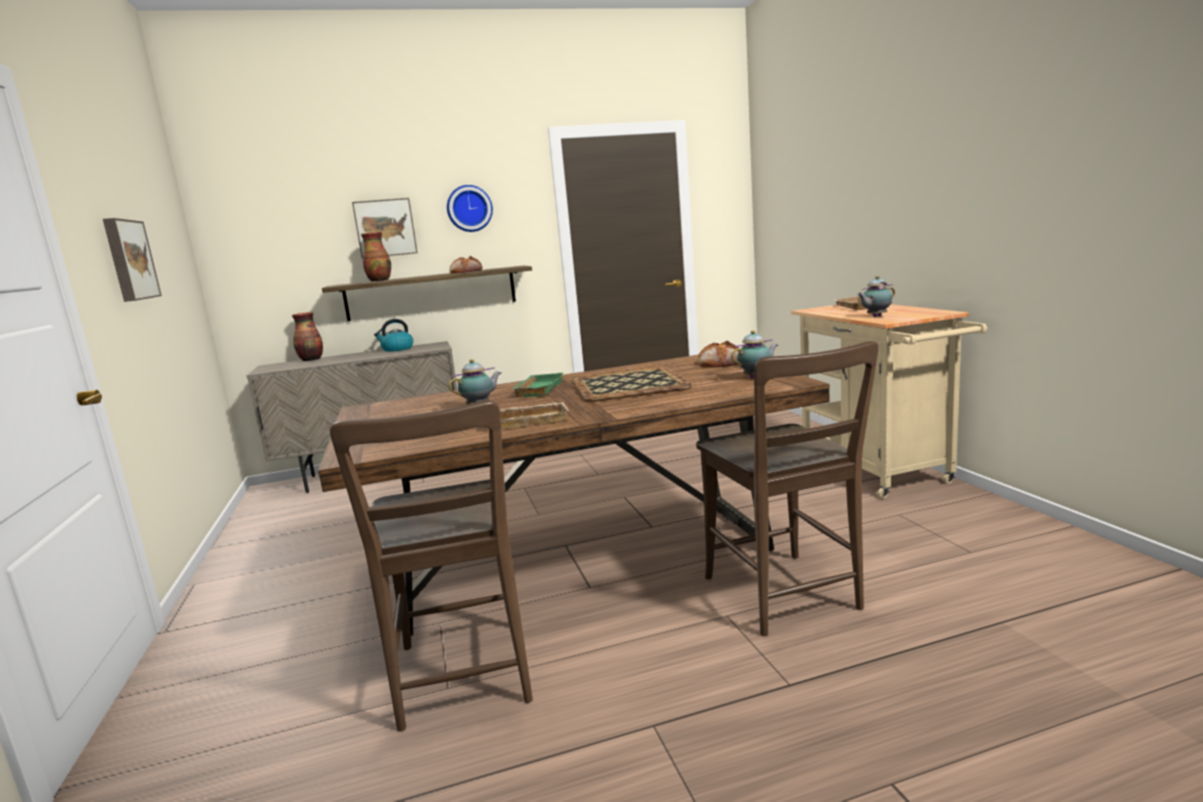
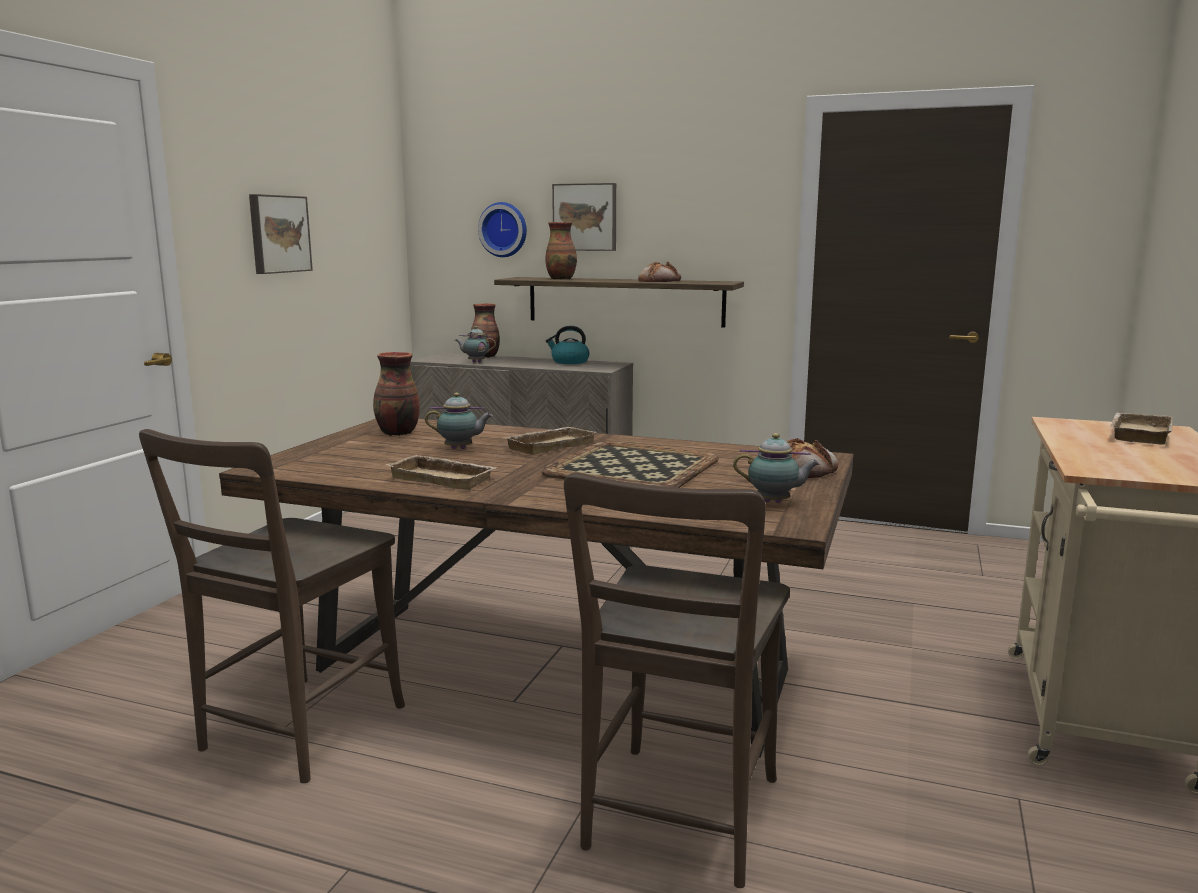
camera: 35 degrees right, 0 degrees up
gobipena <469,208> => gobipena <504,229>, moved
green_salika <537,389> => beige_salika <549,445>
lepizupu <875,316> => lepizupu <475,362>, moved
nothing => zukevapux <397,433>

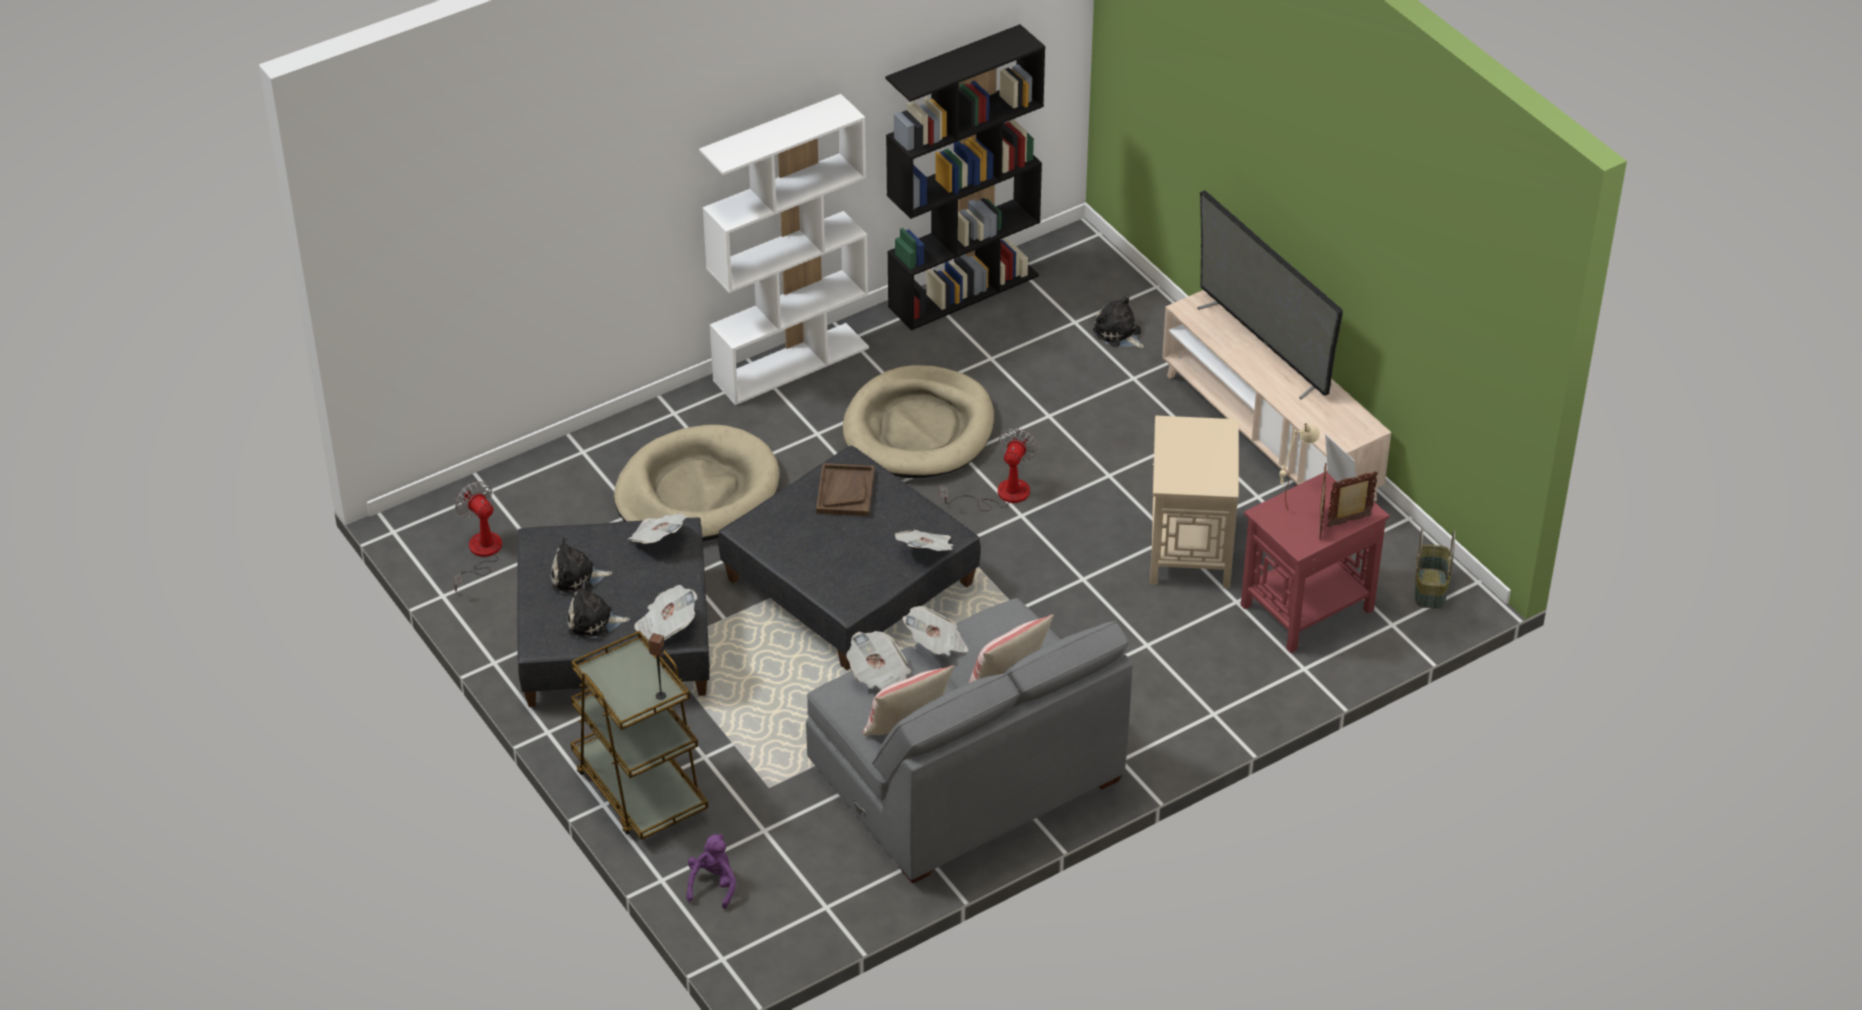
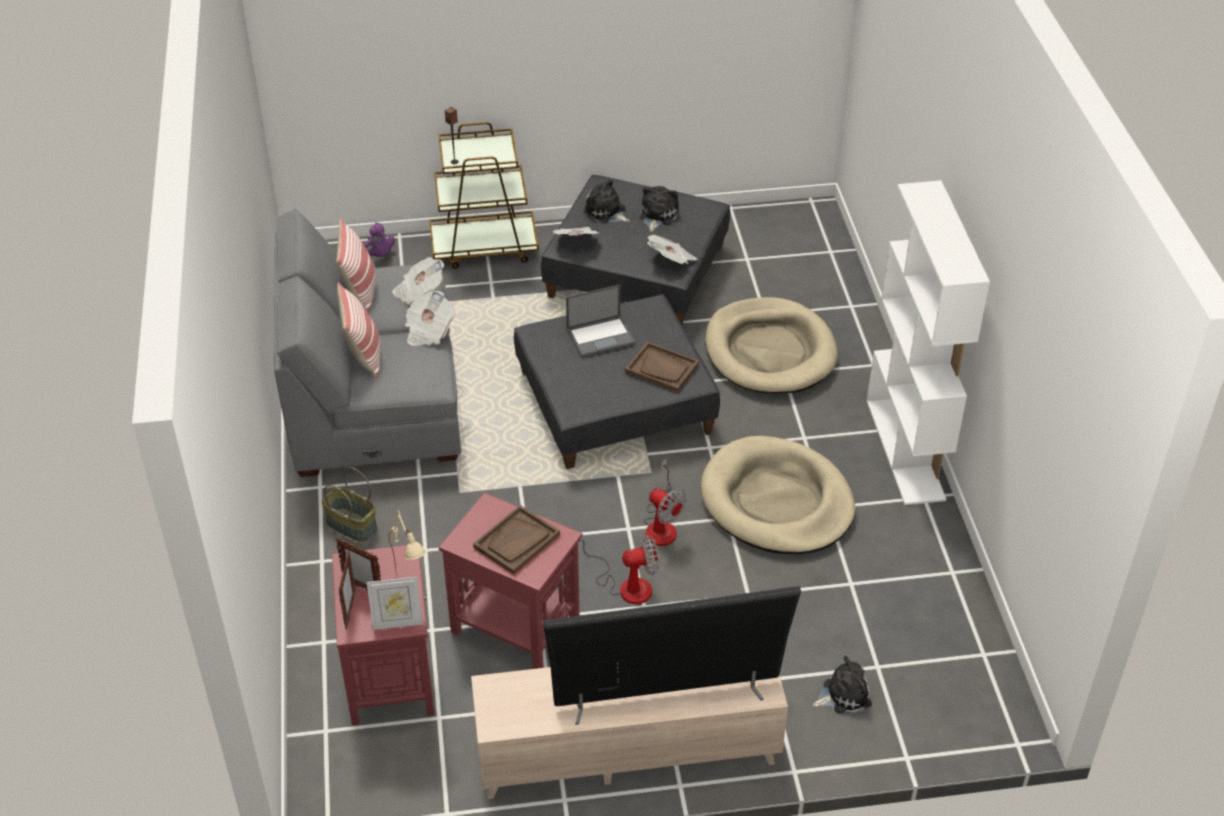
camera: 115 degrees right, 0 degrees up
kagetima <480,554> => kagetima <626,585>, moved
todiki <593,622> => todiki <606,212>, 75 degrees counterclockwise
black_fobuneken <964,290> => nothing
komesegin <926,551> => nothing
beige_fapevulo <1189,549> => red_fapevulo <516,624>
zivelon <1431,589> => zivelon <351,525>, moved
nothing => brown_salika <517,541>
nothing => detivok <601,336>

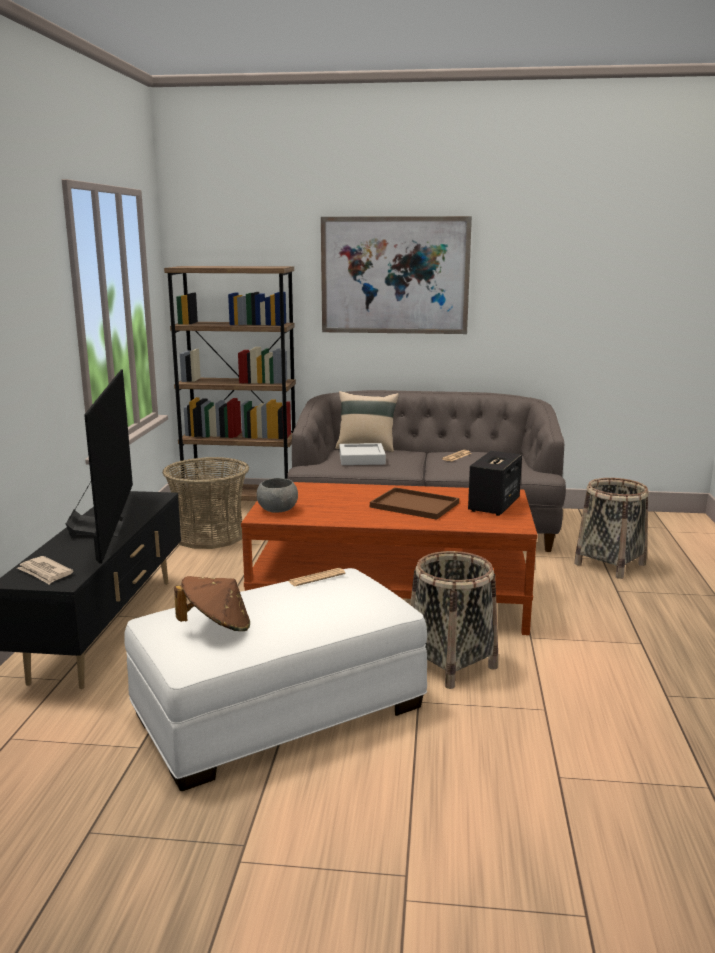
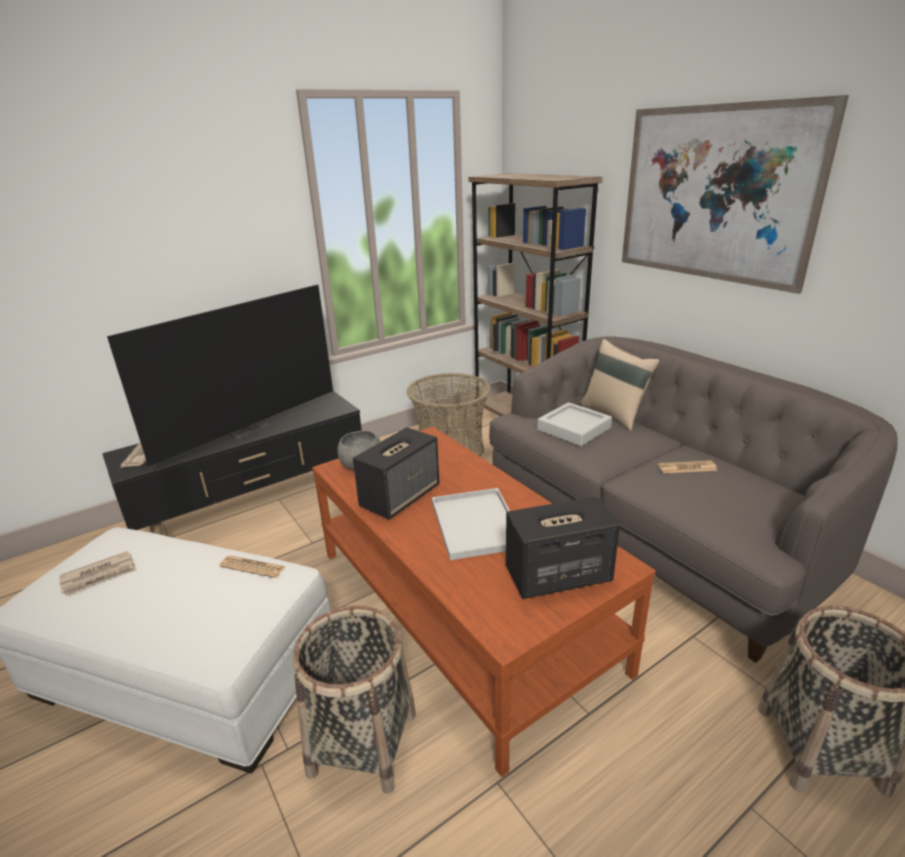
camera: 50 degrees right, 10 degrees up
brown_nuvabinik <216,627> => komesegin <99,576>
brown_salika <412,505> => white_salika <474,523>
nothing => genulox <400,496>

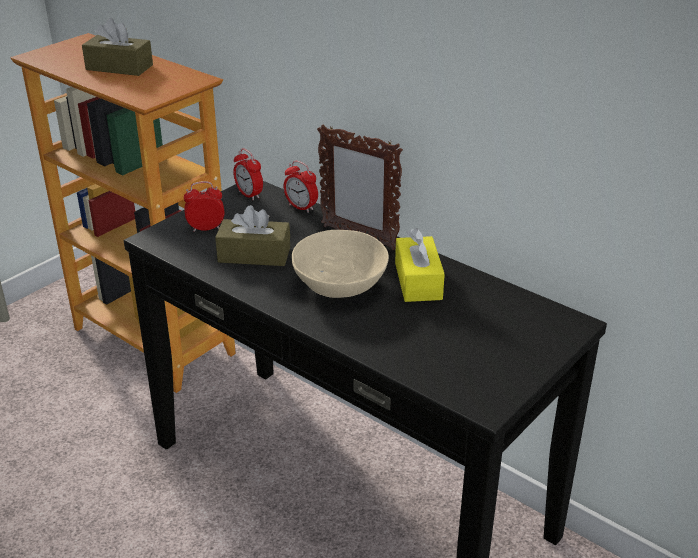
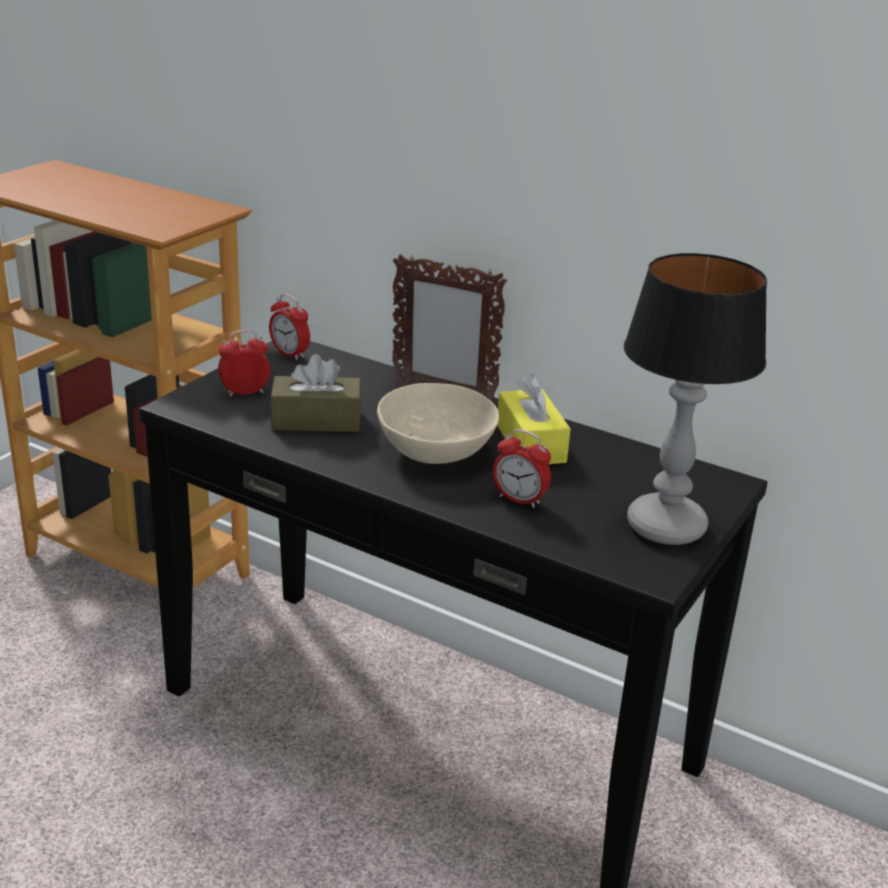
camera: 10 degrees left, 5 degrees down
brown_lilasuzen <119,67> => nothing
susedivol <301,207> => susedivol <519,500>, moved
nothing => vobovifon <667,527>

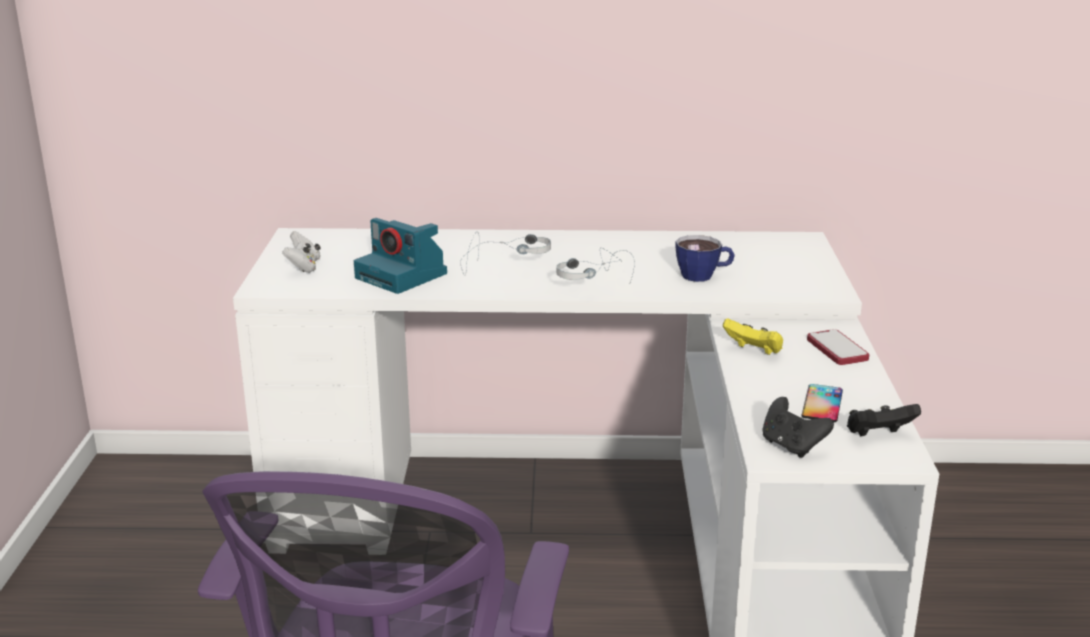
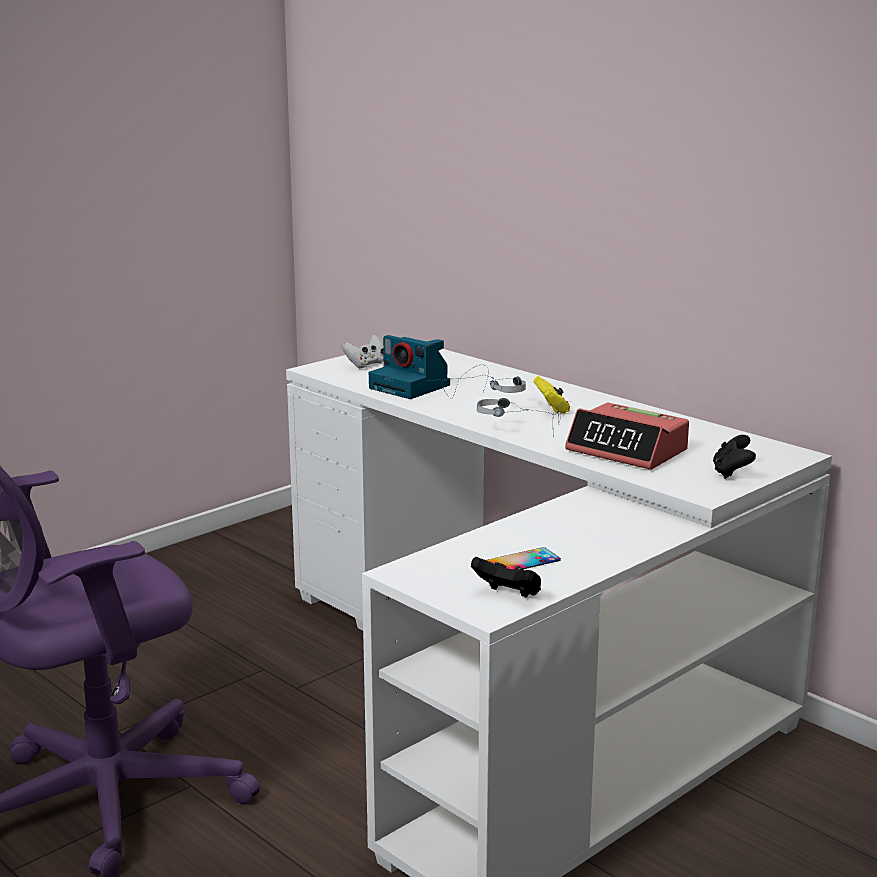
camera: 45 degrees right, 5 degrees down
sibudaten <403,276> => sibudaten <411,387>, 45 degrees counterclockwise
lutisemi <704,276> => susedivol <627,451>
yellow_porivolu <754,351> => yellow_porivolu <552,409>, moved
black_porivolu <791,446> => black_porivolu <732,473>, moved
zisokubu <837,349> => nothing

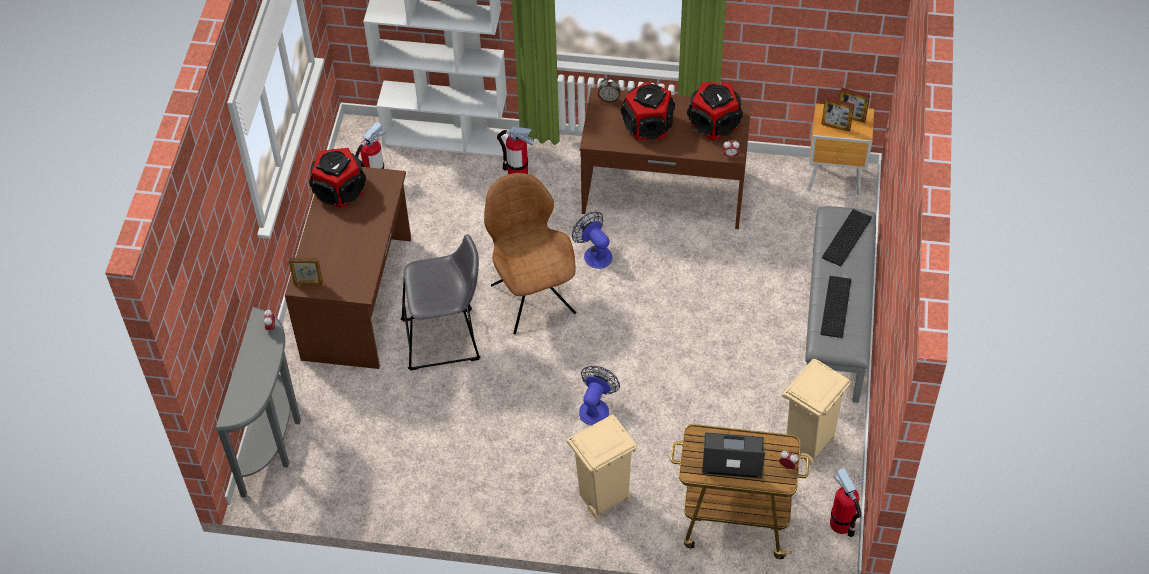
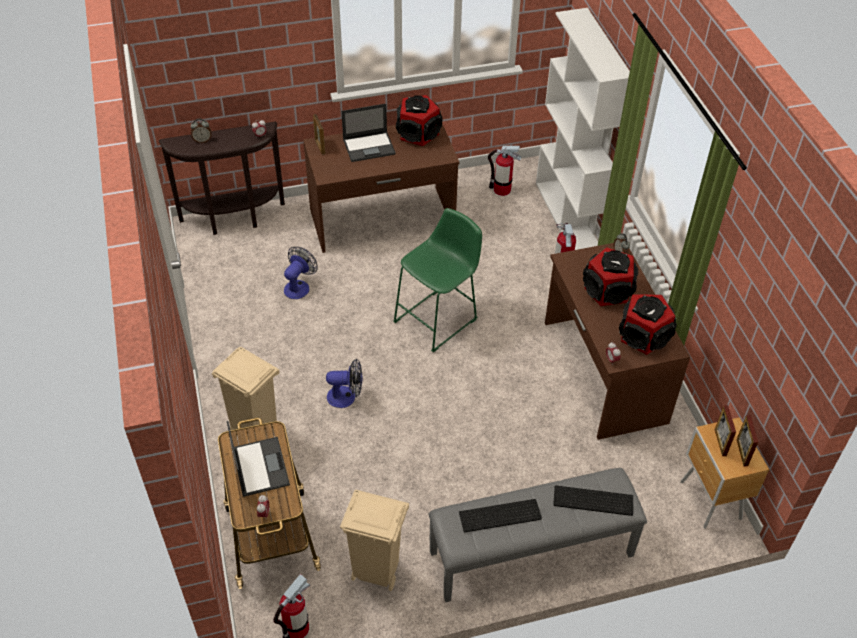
camera: 65 degrees right, 5 degrees down
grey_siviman <275,440> => brown_siviman <234,220>
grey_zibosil <446,339> => nothing
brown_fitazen <532,296> => green_zibosil <439,318>
kagetima <594,253> => kagetima <299,286>, moved
nothing => susedivol <202,140>
nothing => detivok <369,146>

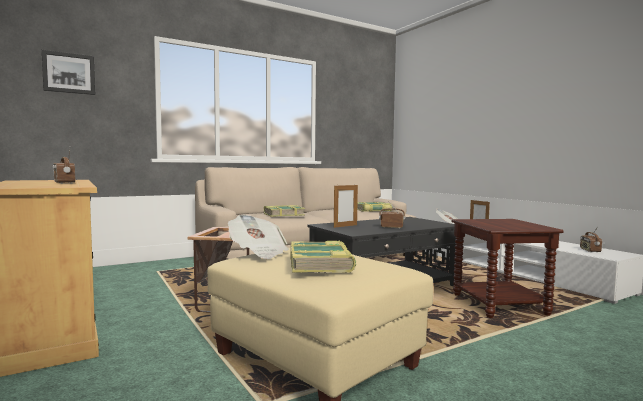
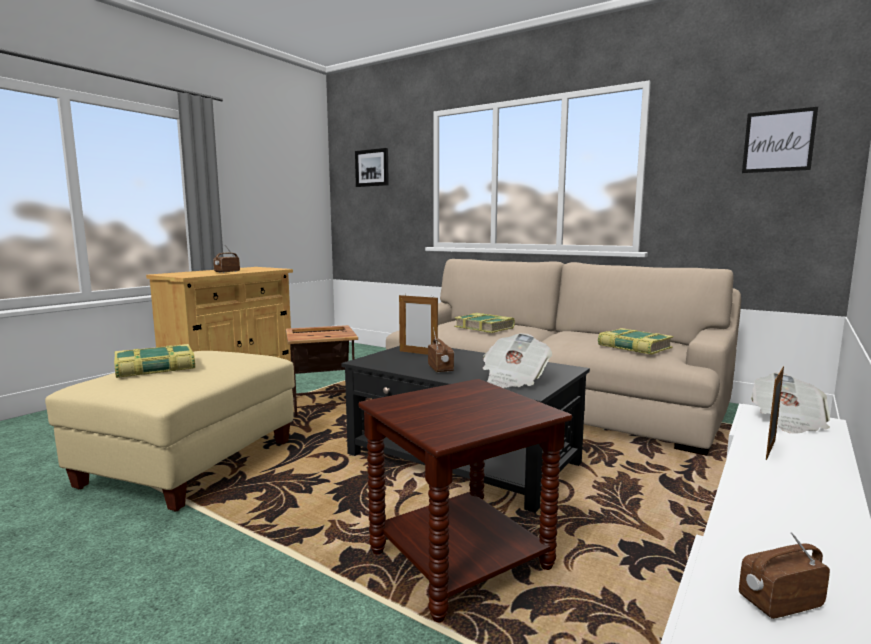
camera: 65 degrees right, 5 degrees up
komesegin <258,252> => komesegin <513,380>, moved
nothing => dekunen <778,141>

